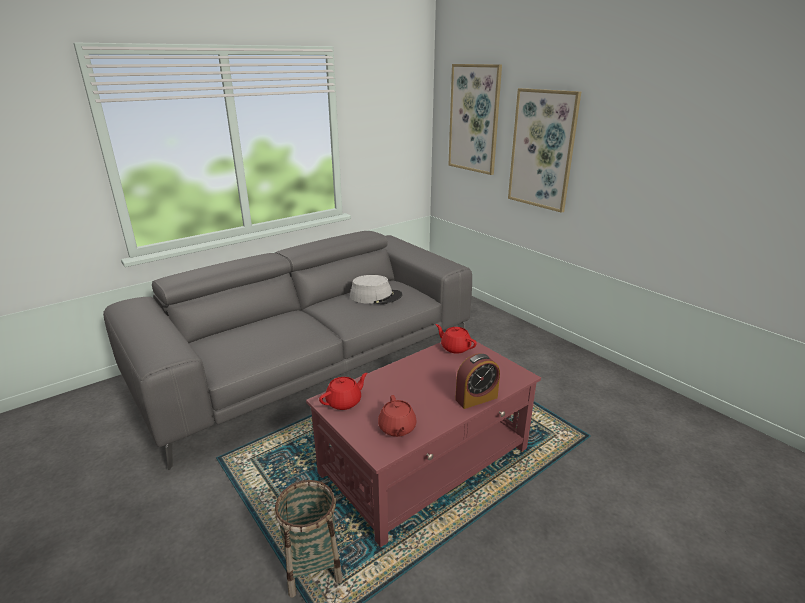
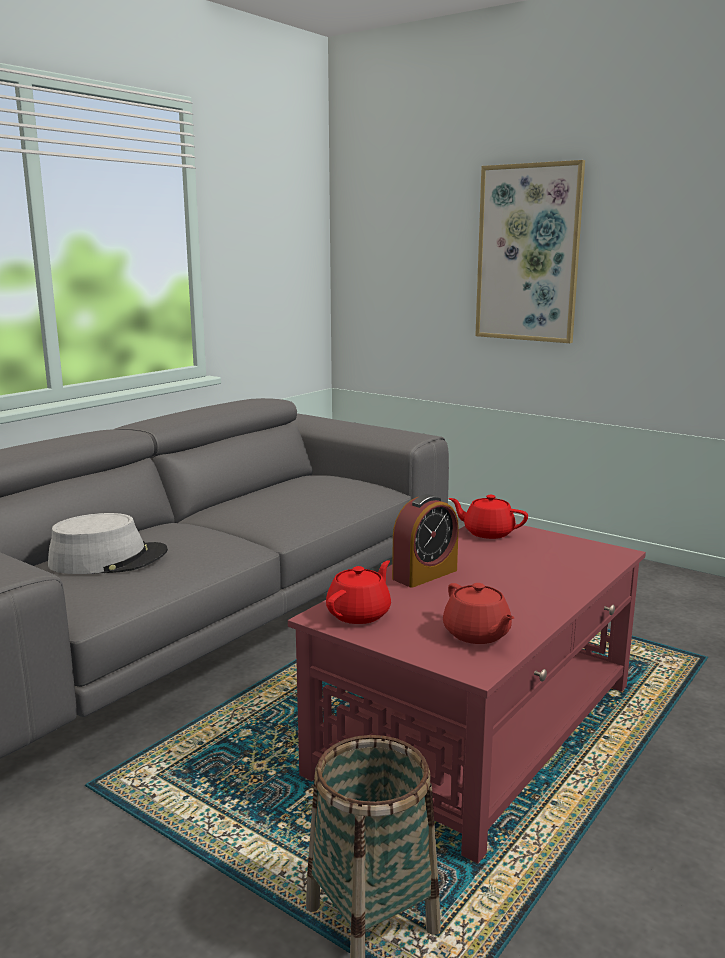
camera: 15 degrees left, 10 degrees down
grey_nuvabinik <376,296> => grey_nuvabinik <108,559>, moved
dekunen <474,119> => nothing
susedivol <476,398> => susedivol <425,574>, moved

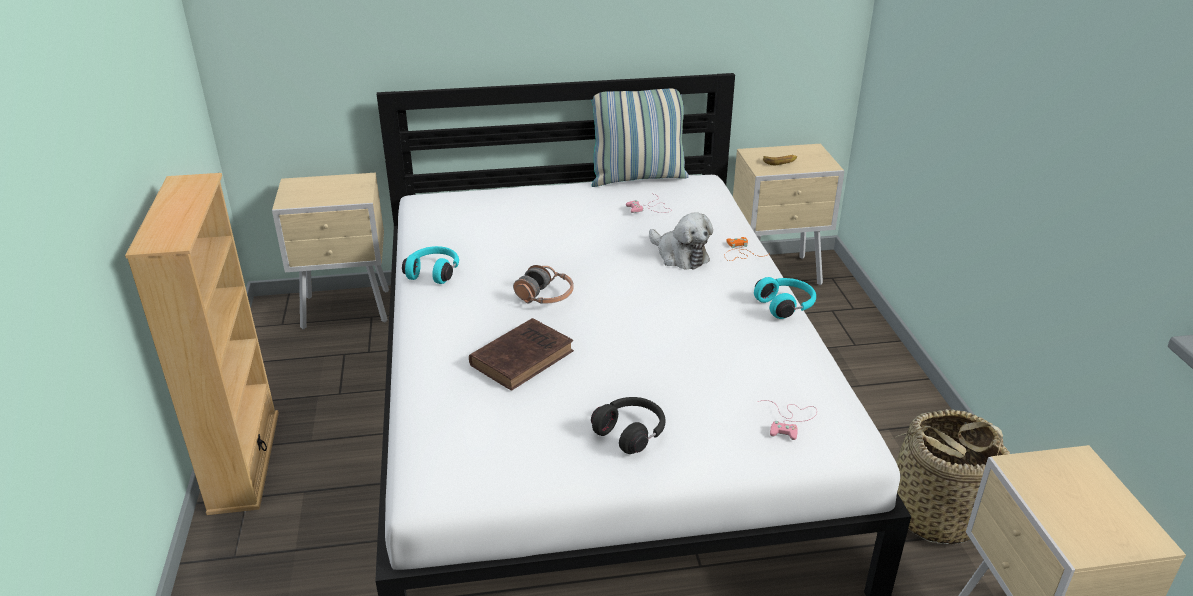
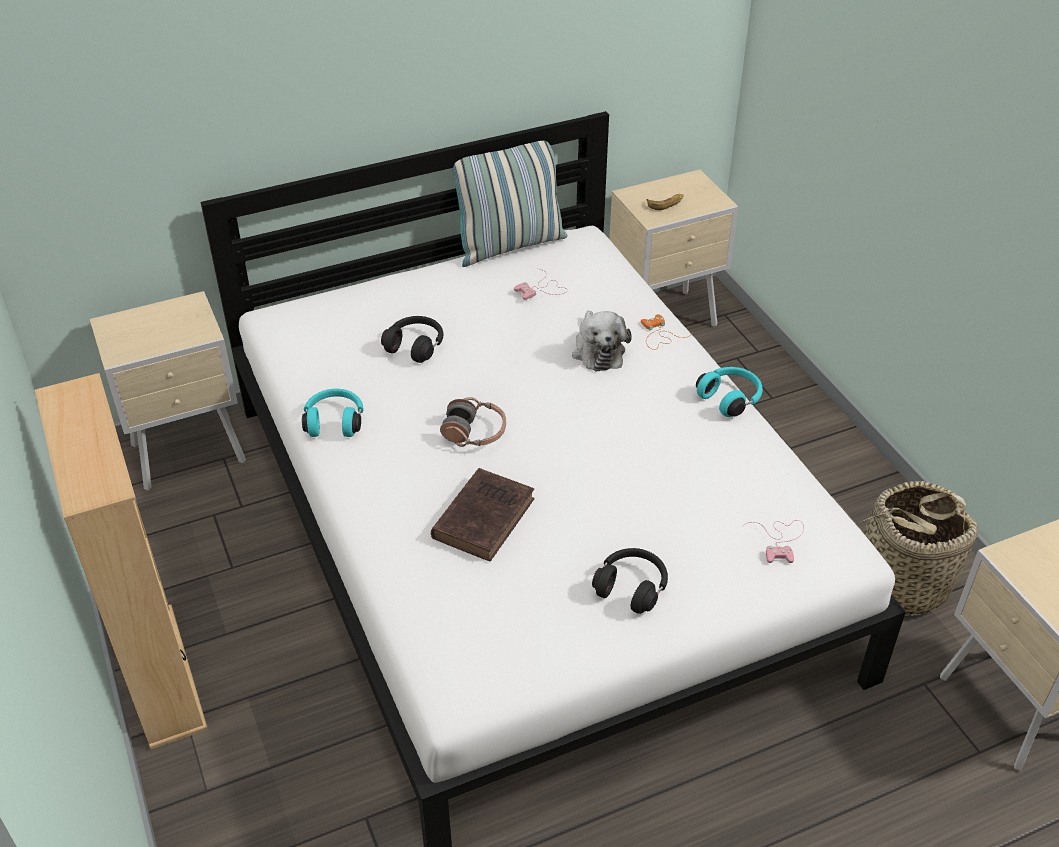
camera: 15 degrees left, 10 degrees up
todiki <680,255> => todiki <598,350>, 45 degrees clockwise
nothing => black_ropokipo <416,346>

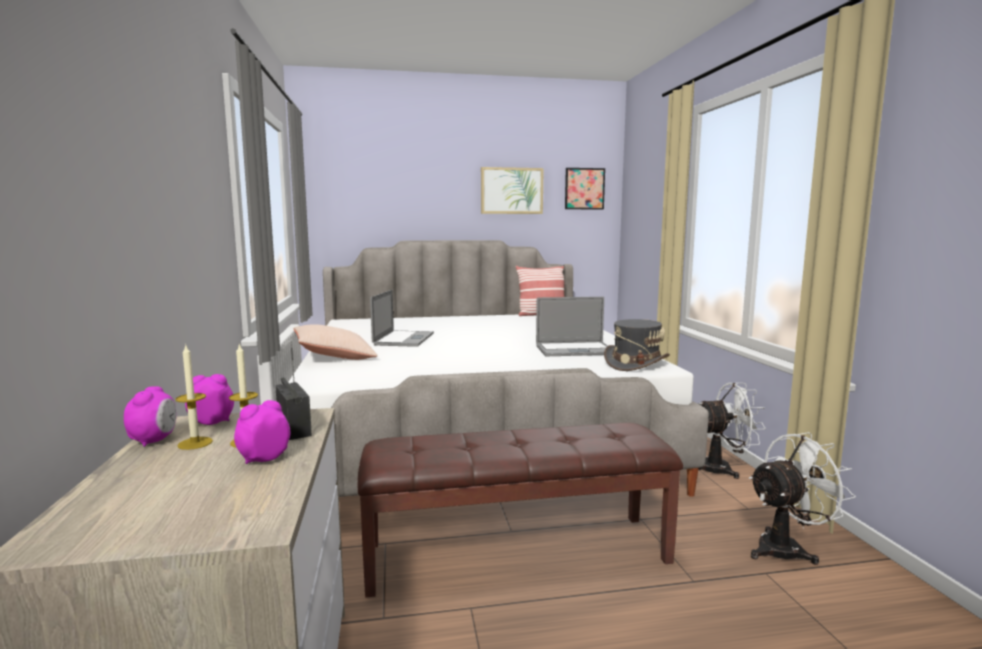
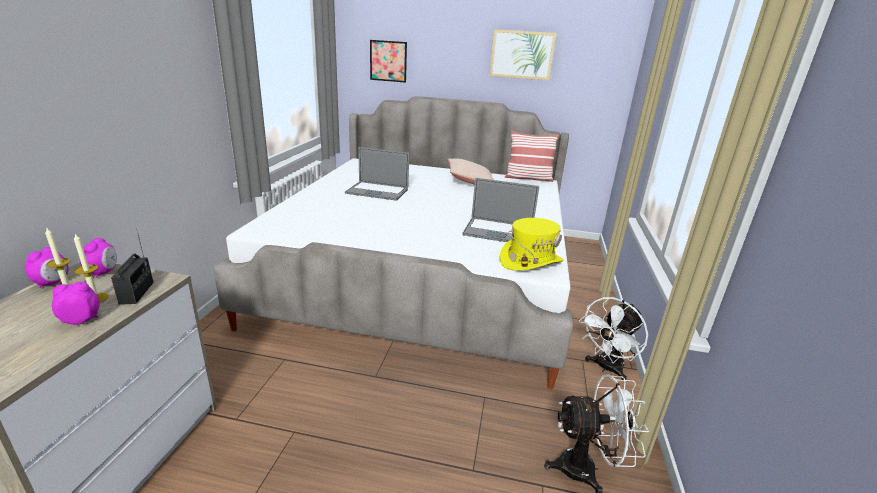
camera: 20 degrees right, 15 degrees up
susedivol <212,422> => susedivol <103,272>, 75 degrees clockwise
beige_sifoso <334,356> => beige_sifoso <470,182>, moved
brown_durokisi <517,551> => nothing
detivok <404,339> => detivok <377,191>, 75 degrees clockwise
dekunen <584,188> => dekunen <388,61>, moved
grey_nuvabinik <635,363> => yellow_nuvabinik <530,261>
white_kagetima <722,468> => white_kagetima <606,368>, 120 degrees clockwise

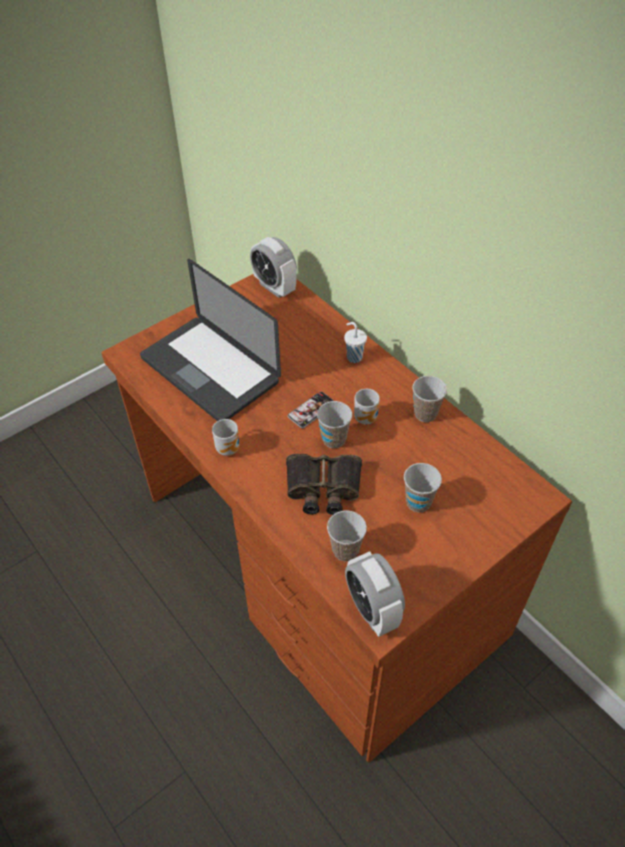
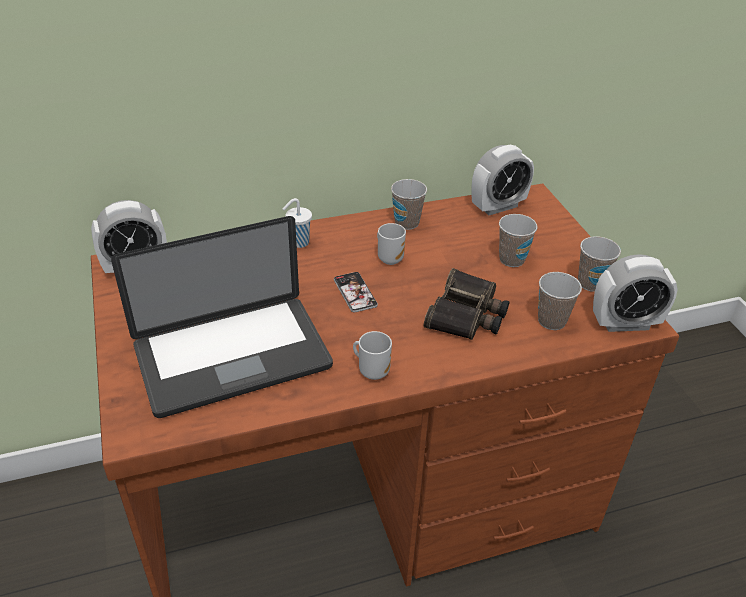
camera: 70 degrees left, 10 degrees down
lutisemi <334,439> => lutisemi <591,283>, moved
nothing => susedivol <498,206>

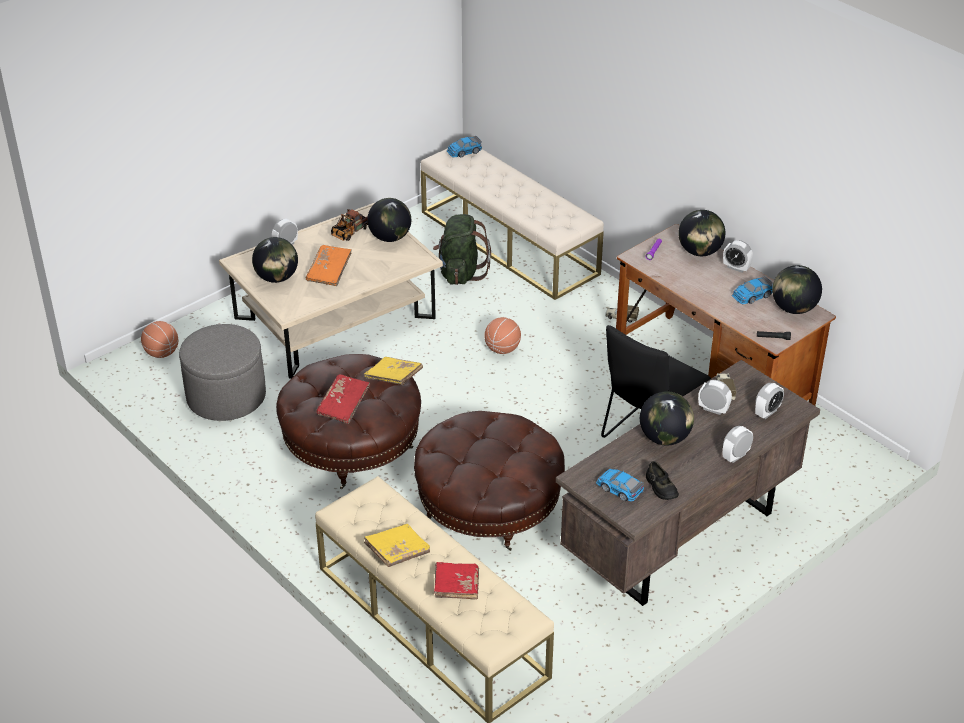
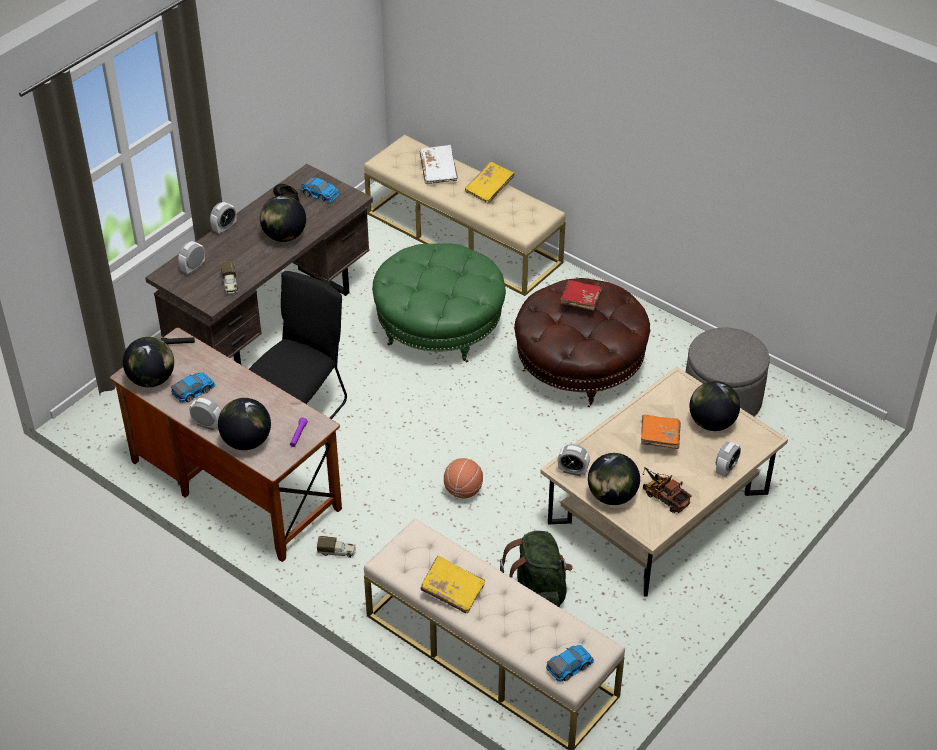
camera: 170 degrees right, 5 degrees up
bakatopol <161,353> => nothing
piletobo <348,233> => piletobo <663,496>, 75 degrees counterclockwise
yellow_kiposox <394,378> => yellow_kiposox <452,591>, moved
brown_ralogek <489,506> => green_ralogek <439,327>
red_kiposox <456,588> => white_kiposox <438,171>
susedivol <713,409> => susedivol <572,471>, moved

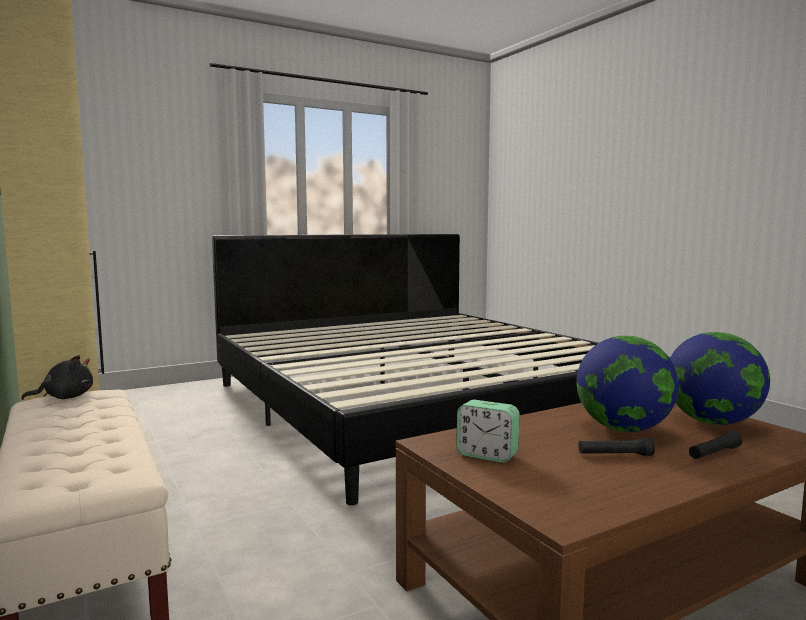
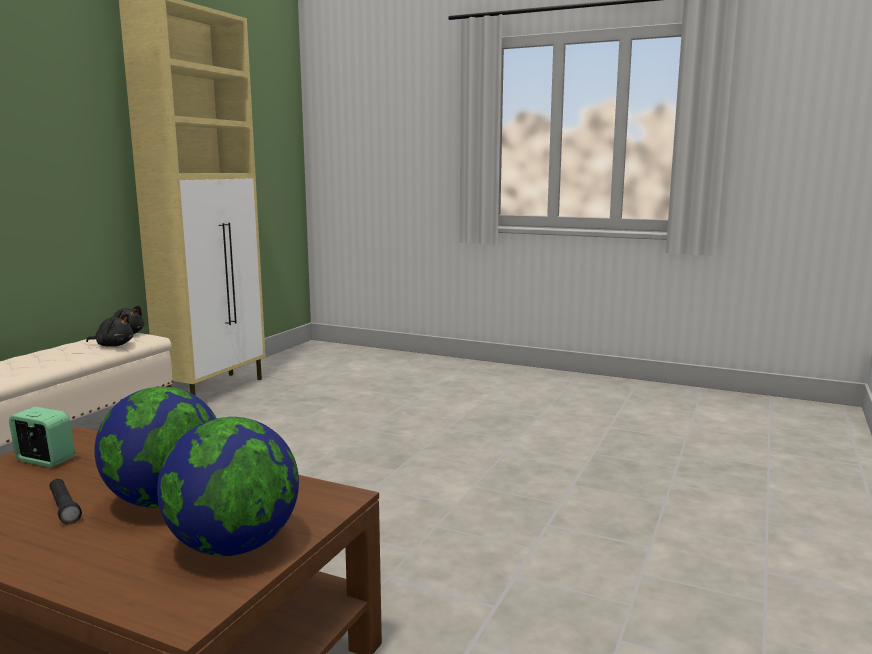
camera: 55 degrees right, 5 degrees up
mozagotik <419,402> => nothing
susedivol <487,455> => susedivol <45,460>, 120 degrees clockwise
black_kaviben <714,453> => nothing
nothing => black_todiki <113,345>

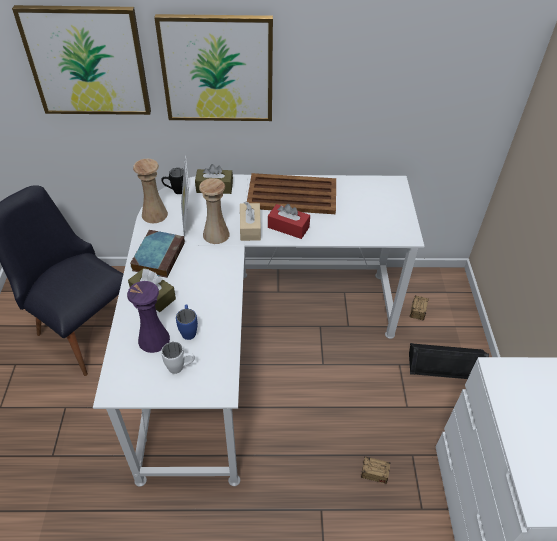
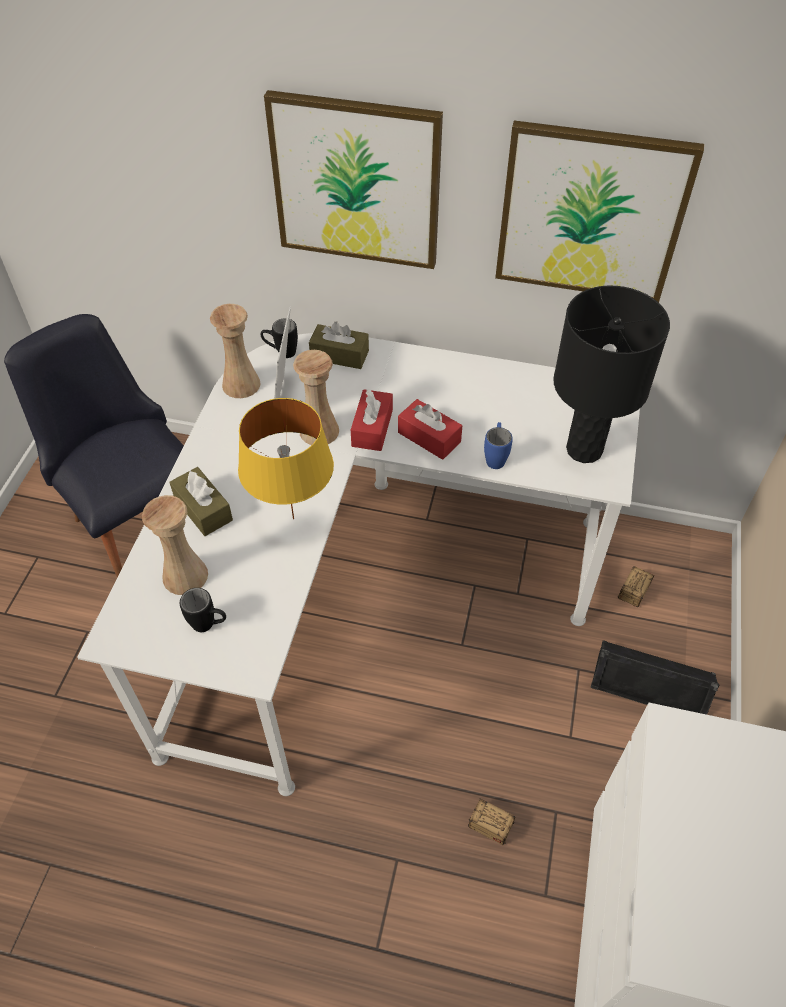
camera: 15 degrees right, 5 degrees up
dekunen <87,61> => dekunen <591,213>, moved
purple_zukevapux <154,339> => beige_zukevapux <185,575>
kiposox <158,255> => nothing
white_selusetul <180,368> => black_selusetul <209,625>
blue_selusetul <188,330> => blue_selusetul <495,457>, moved
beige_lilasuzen <250,227> => red_lilasuzen <372,428>
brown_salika <291,194> => nothing
nothing => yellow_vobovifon <292,518>
nothing => black_vobovifon <584,449>

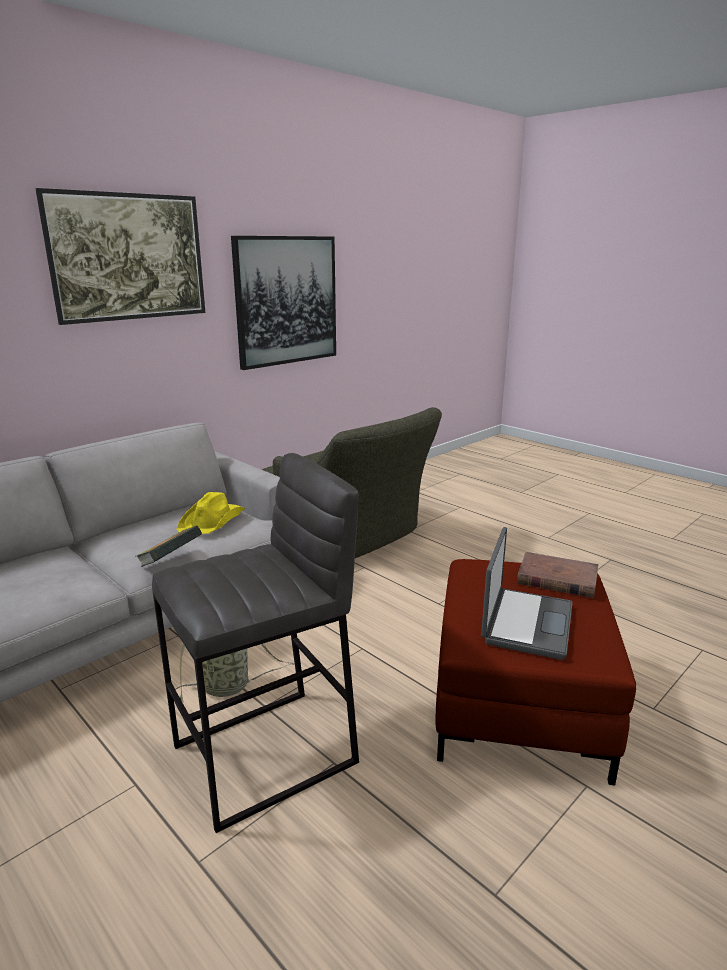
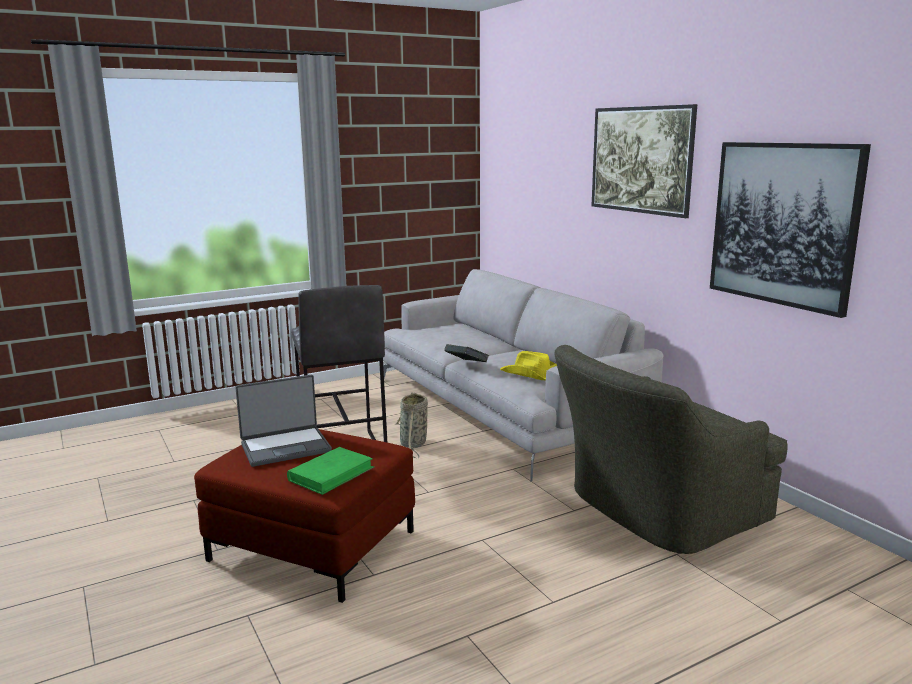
camera: 105 degrees right, 5 degrees down
detivok <525,623> => detivok <285,447>, 60 degrees counterclockwise
brown_kiposox <556,579> => green_kiposox <331,474>

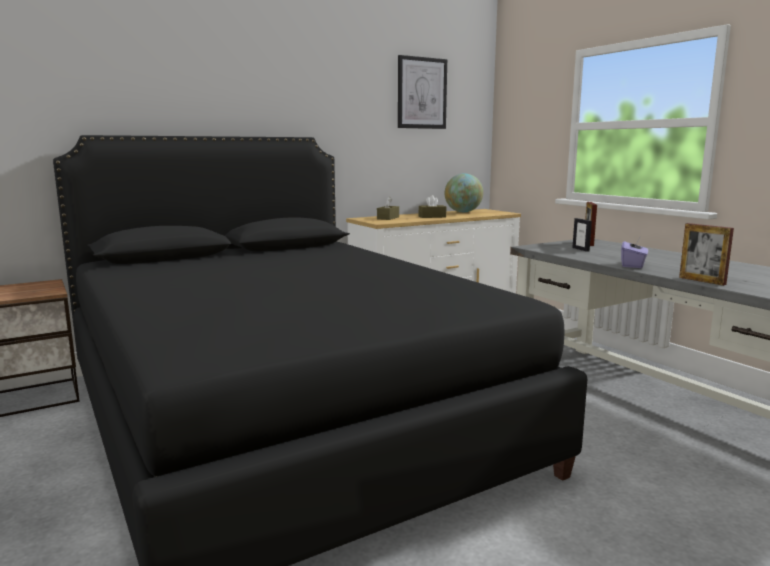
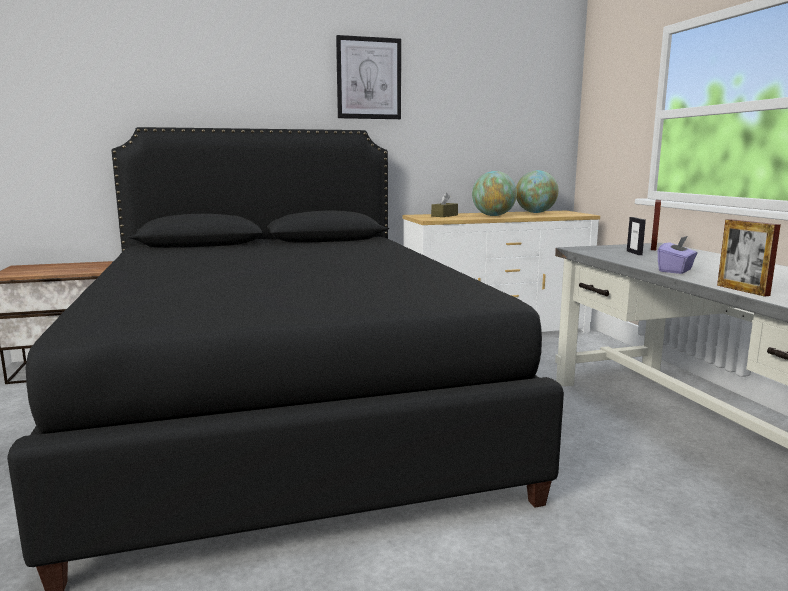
camera: 15 degrees right, 0 degrees up
dekunen <422,93> => dekunen <369,78>, moved
brown_lilasuzen <432,217> => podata <493,216>

